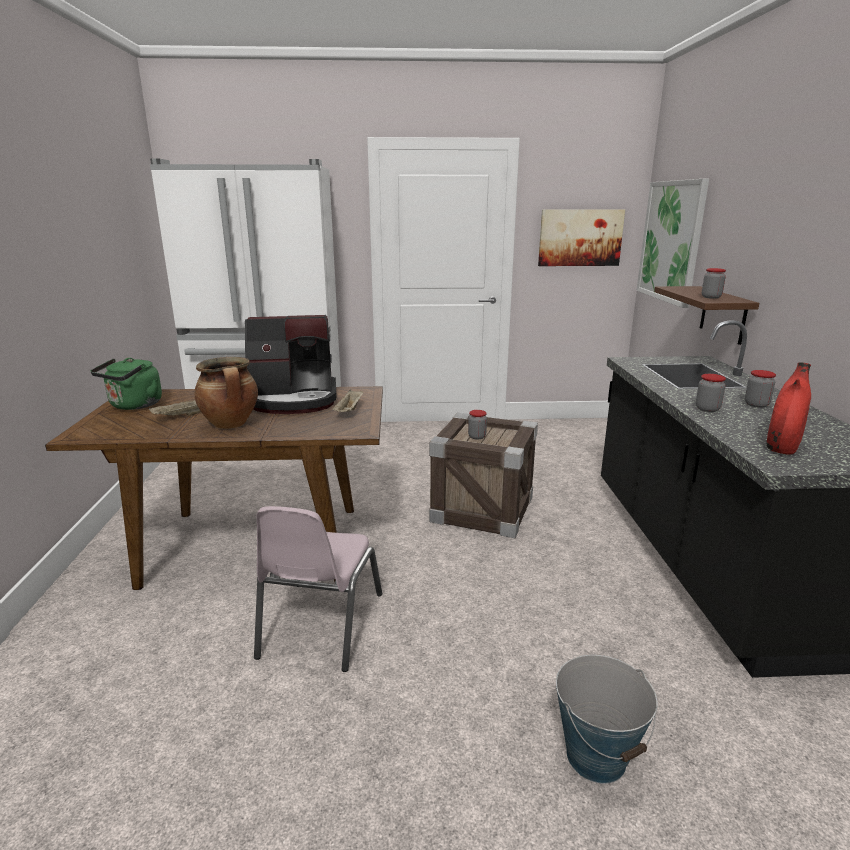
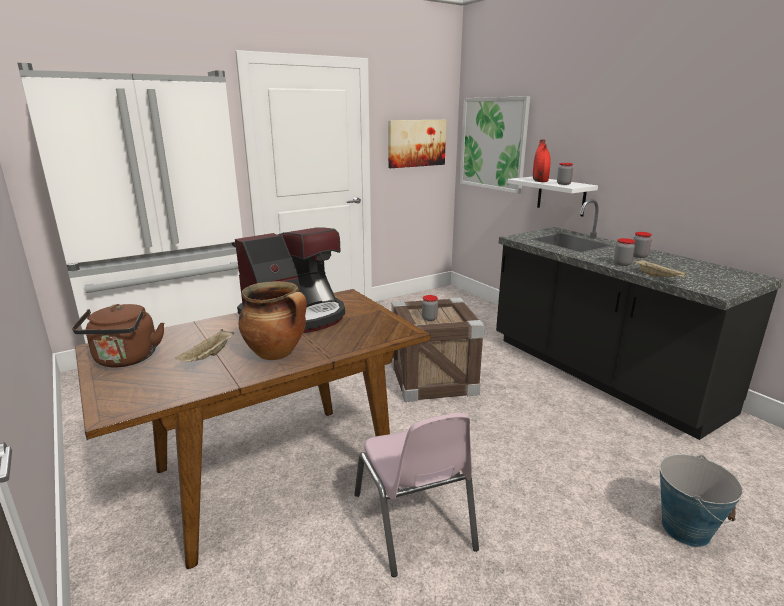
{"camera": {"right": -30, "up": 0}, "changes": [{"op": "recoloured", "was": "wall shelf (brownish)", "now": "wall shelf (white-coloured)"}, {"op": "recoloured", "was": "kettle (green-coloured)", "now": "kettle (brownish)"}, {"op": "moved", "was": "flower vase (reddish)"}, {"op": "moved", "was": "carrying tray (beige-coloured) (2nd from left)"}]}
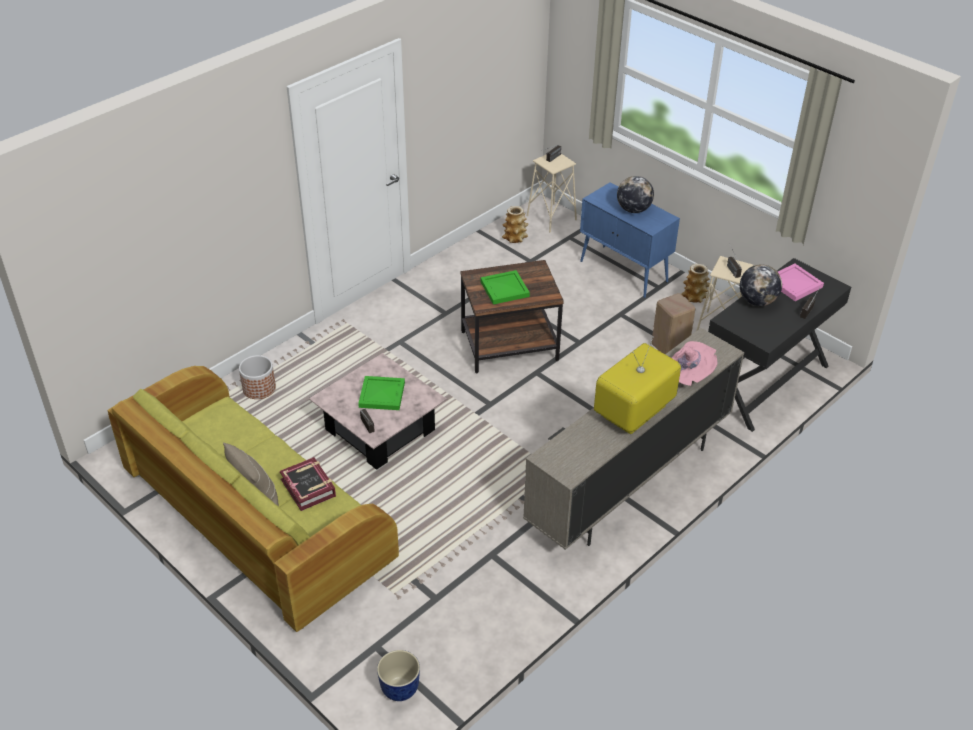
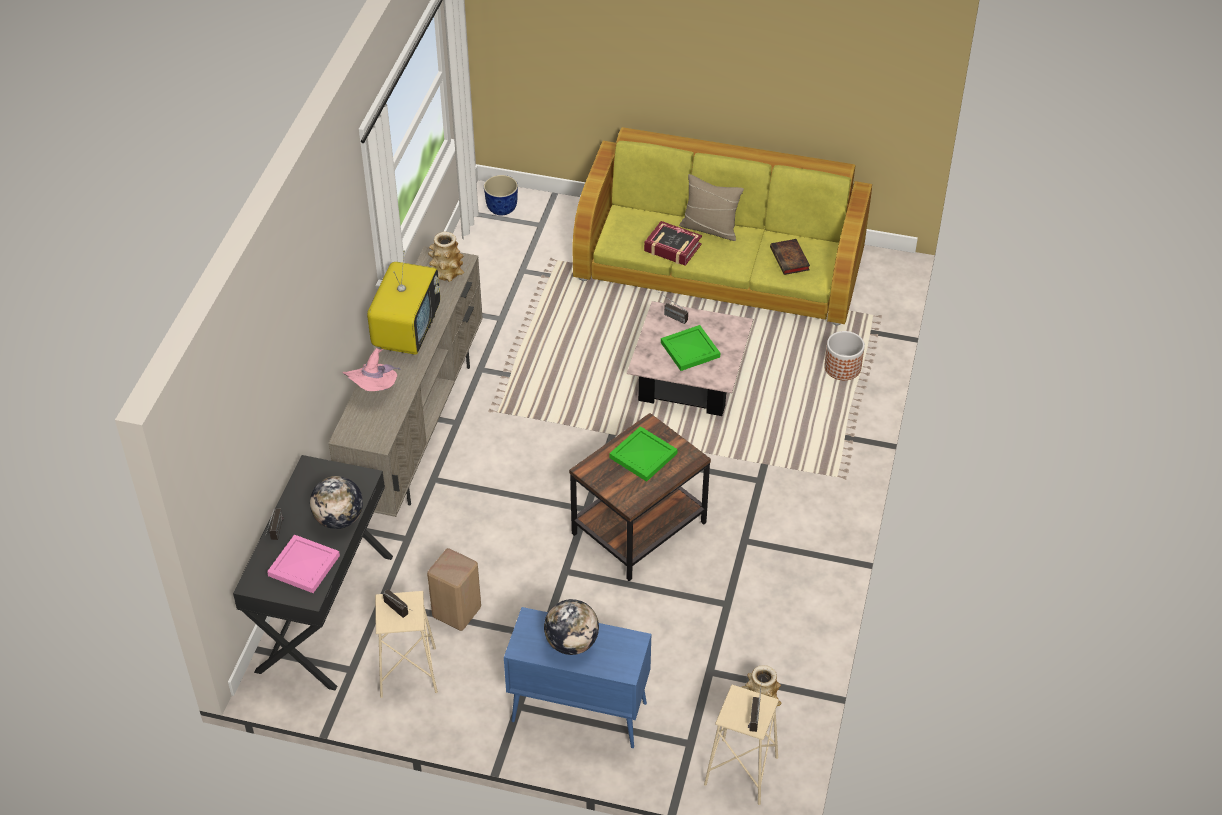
{"camera": {"right": 150, "up": 5}, "changes": [{"op": "moved", "was": "flower vase (2nd from left in the first image)", "now": "flower vase (1st from left)"}, {"op": "added", "now": "book (2nd from left)"}]}
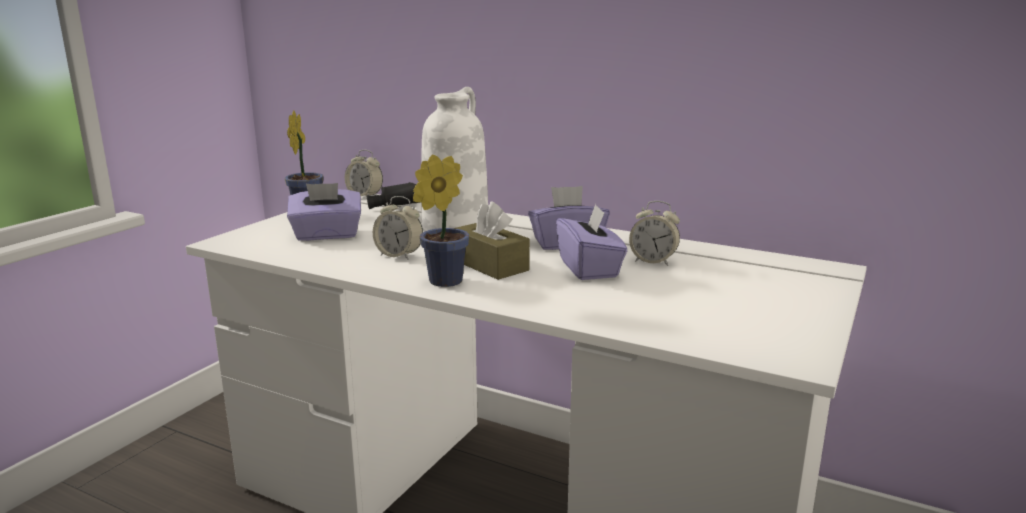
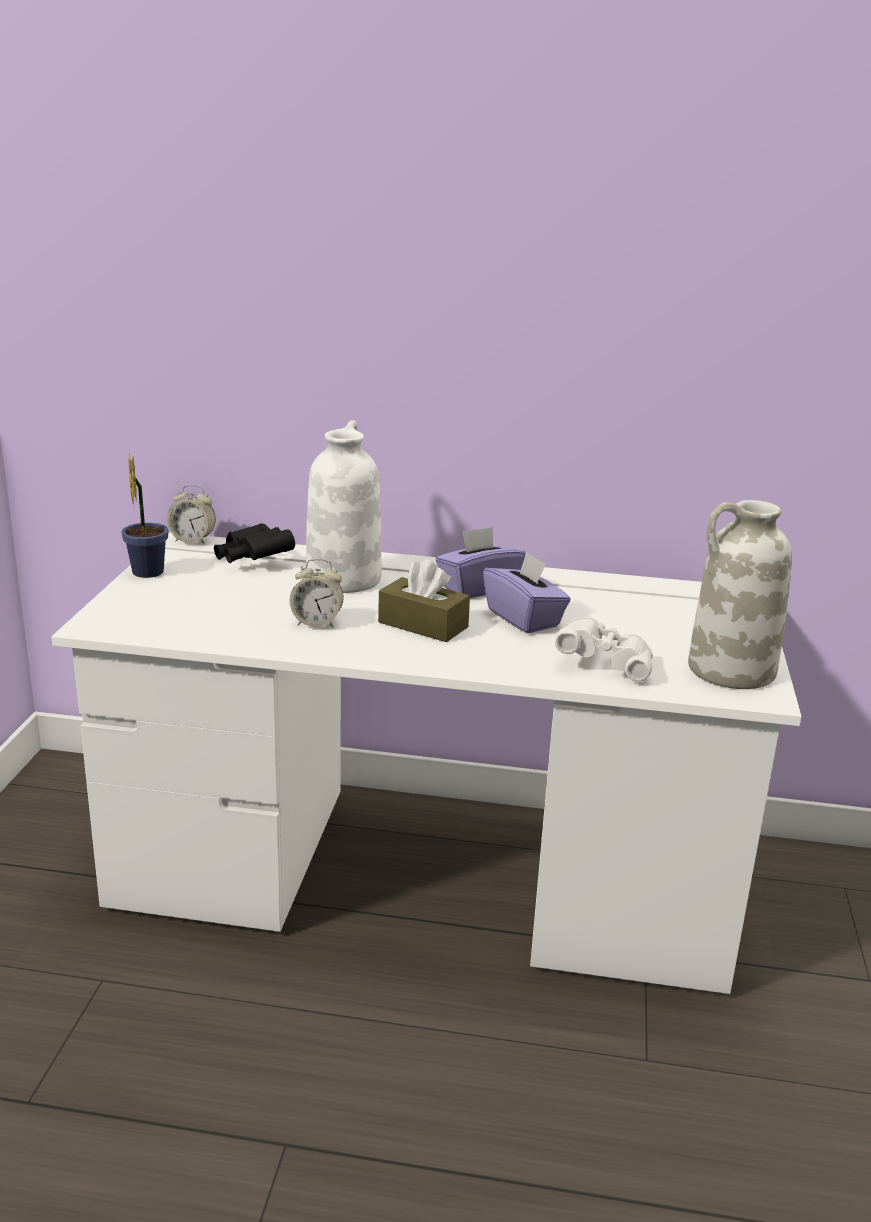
{"camera": {"right": -20, "up": 5}, "changes": [{"op": "removed", "was": "houseplant (2nd from left)"}, {"op": "removed", "was": "tissue box (purple) (1st from left)"}, {"op": "removed", "was": "table clock (3rd from left)"}, {"op": "added", "now": "flower vase (white-coloured) (2nd from left)"}, {"op": "added", "now": "binoculars (white-coloured)"}]}
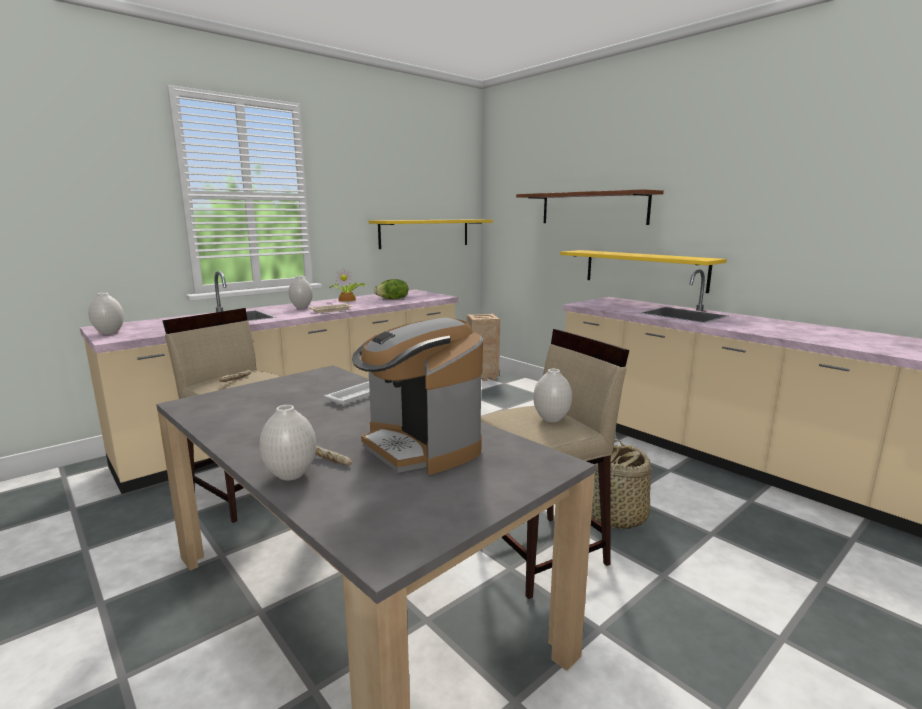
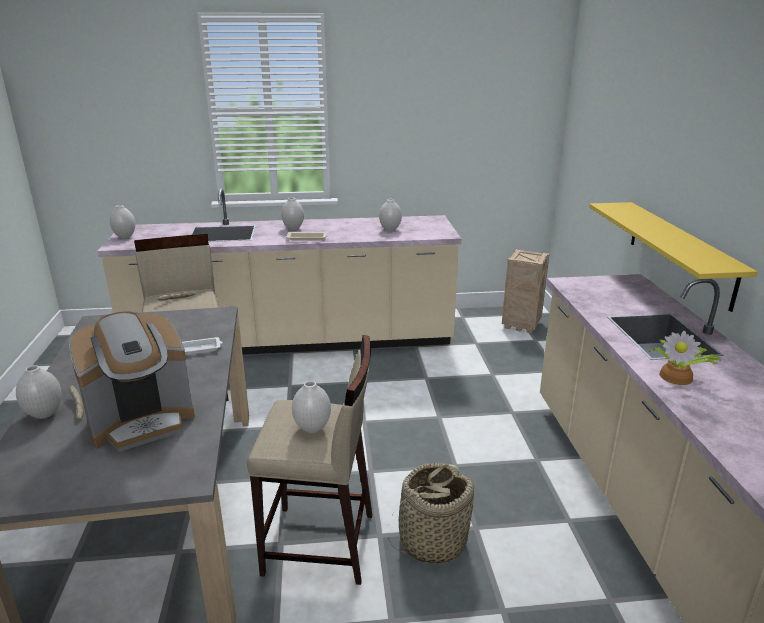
{"camera": {"right": 35, "up": 10}, "changes": [{"op": "removed", "was": "wall shelf (brownish)"}, {"op": "removed", "was": "wall shelf (yellow-coloured) (1st from left)"}, {"op": "moved", "was": "houseplant"}, {"op": "replaced", "was": "lettuce", "now": "flower vase (white-coloured) (5th from left)"}, {"op": "turned", "was": "coffee brewer", "clockwise": -120}]}
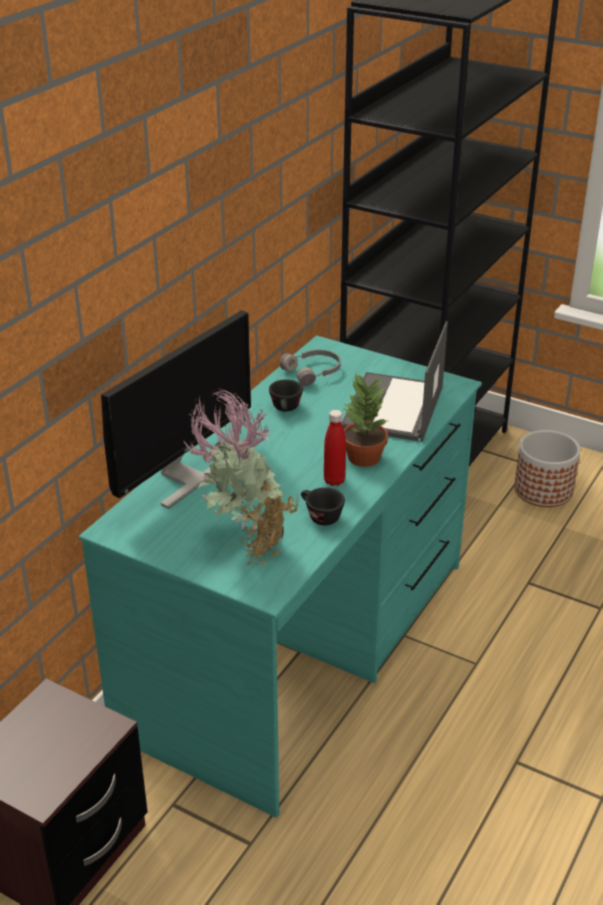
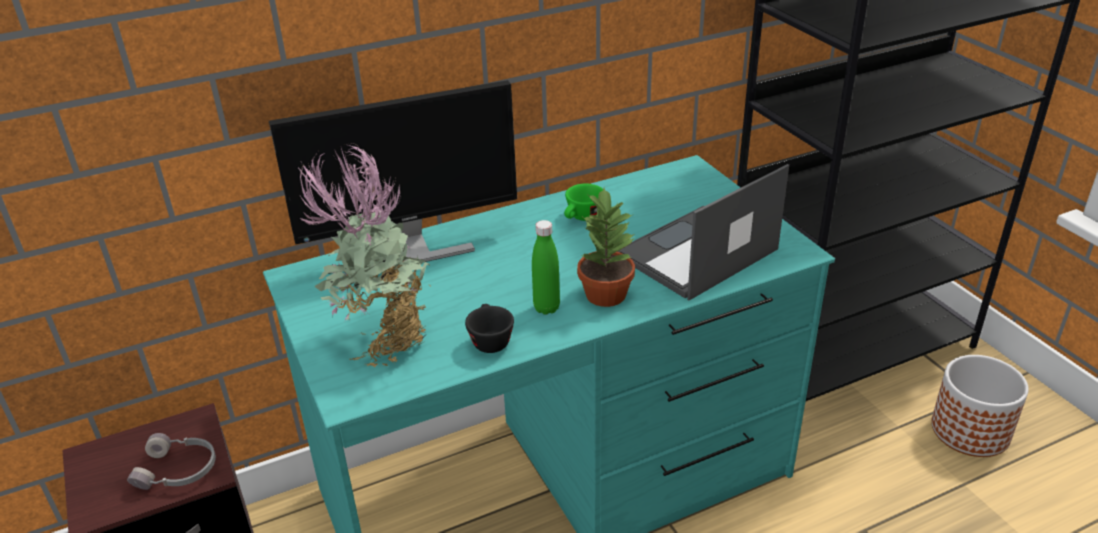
{"camera": {"right": 35, "up": 0}, "changes": [{"op": "moved", "was": "headset (greyish)"}, {"op": "recoloured", "was": "small cup (black-coloured) (1st from left)", "now": "small cup (green-coloured)"}, {"op": "recoloured", "was": "bottle (reddish)", "now": "bottle (green-coloured)"}]}
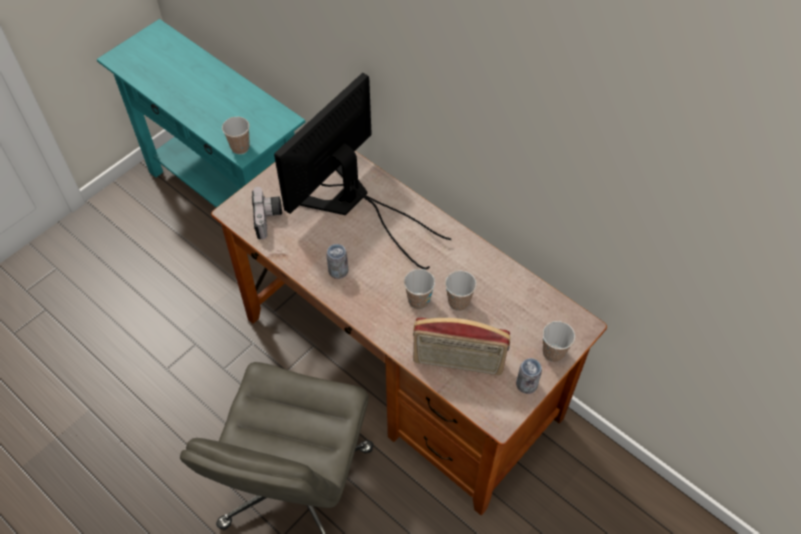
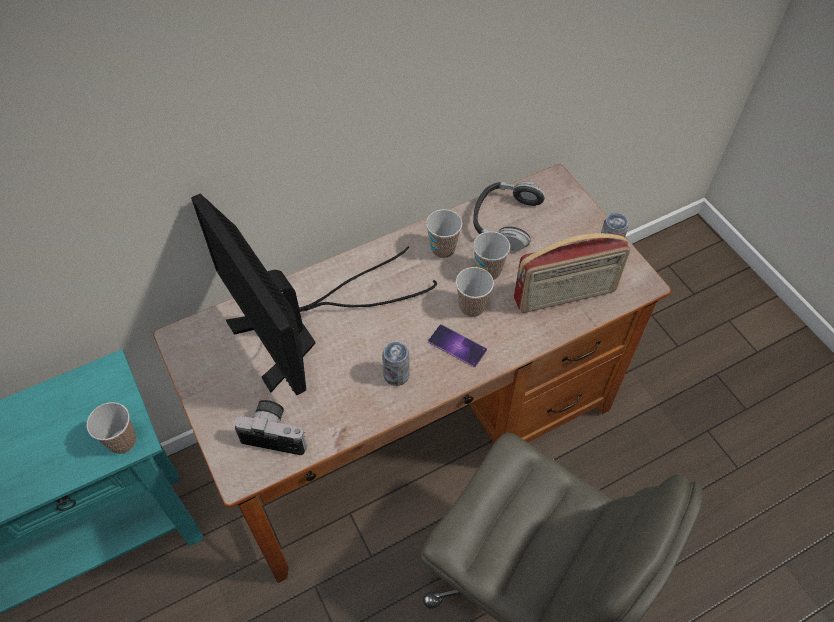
{"camera": {"right": -70, "up": 0}, "changes": [{"op": "turned", "was": "radio receiver", "clockwise": 45}, {"op": "moved", "was": "small cup (4th from left in the first image)", "now": "small cup (2nd from left)"}, {"op": "added", "now": "headset"}, {"op": "added", "now": "phone"}]}
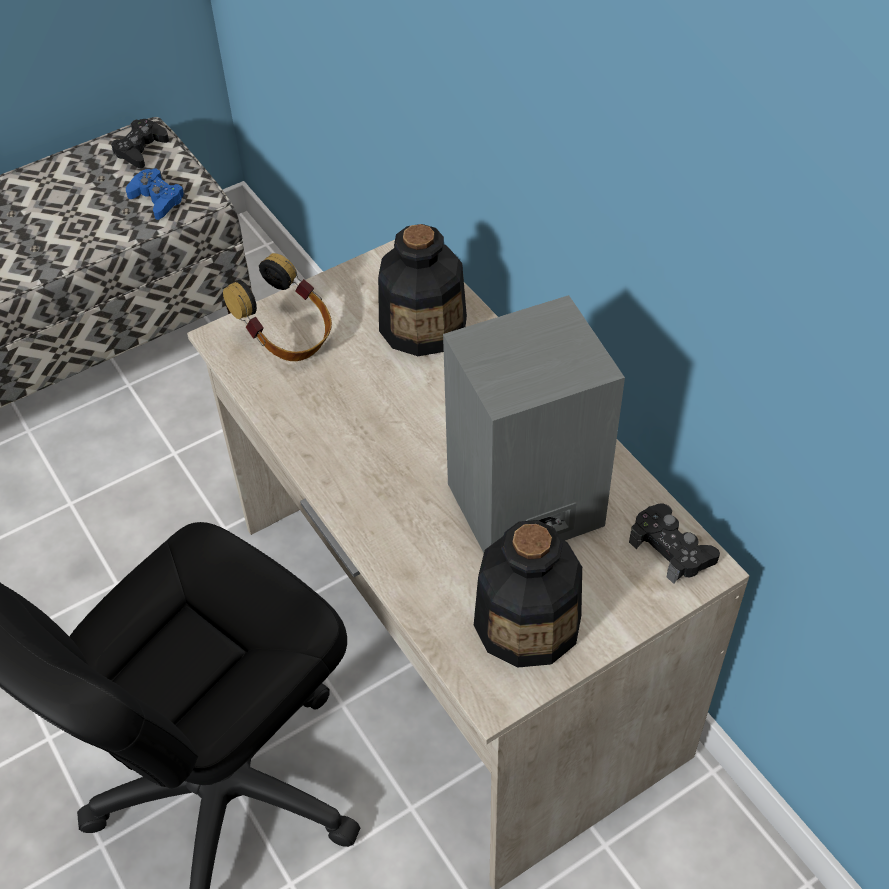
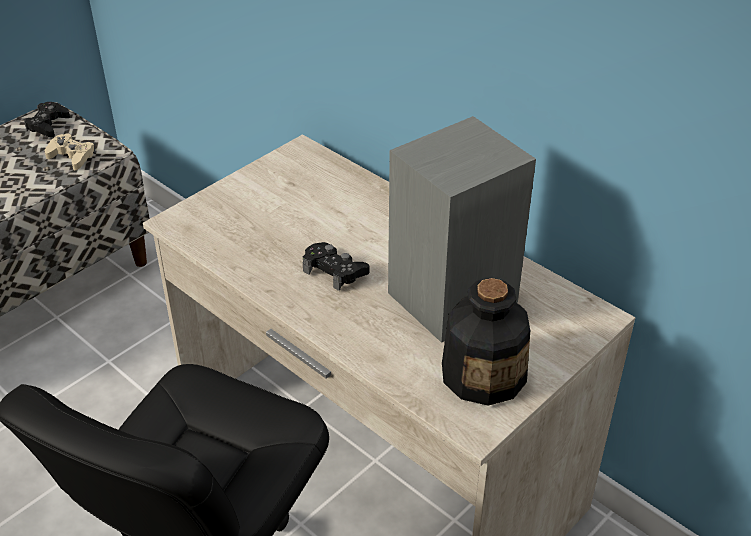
{"camera": {"right": -15, "up": -10}, "changes": [{"op": "recoloured", "was": "game controller (blue-coloured)", "now": "game controller (beige-coloured)"}, {"op": "removed", "was": "bottle (1st from left)"}, {"op": "removed", "was": "headset"}, {"op": "moved", "was": "game controller (black-coloured) (2nd from left)"}]}
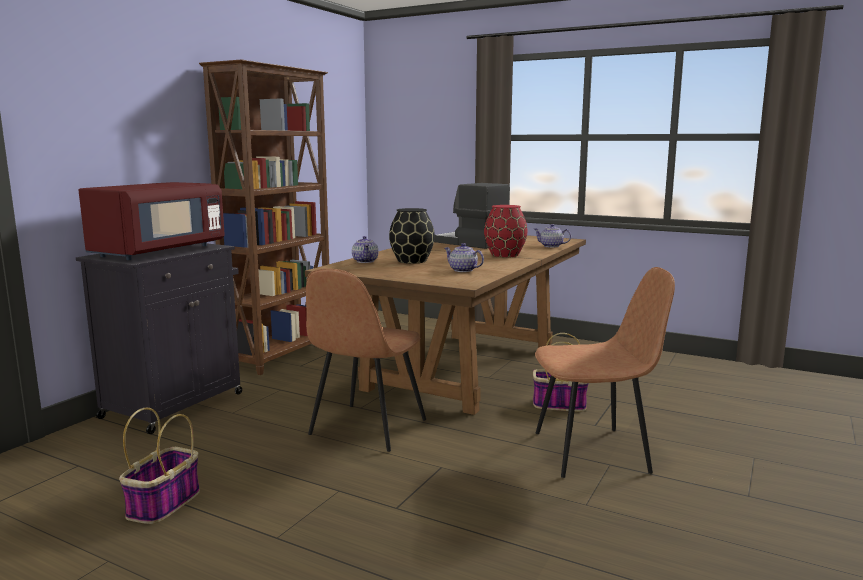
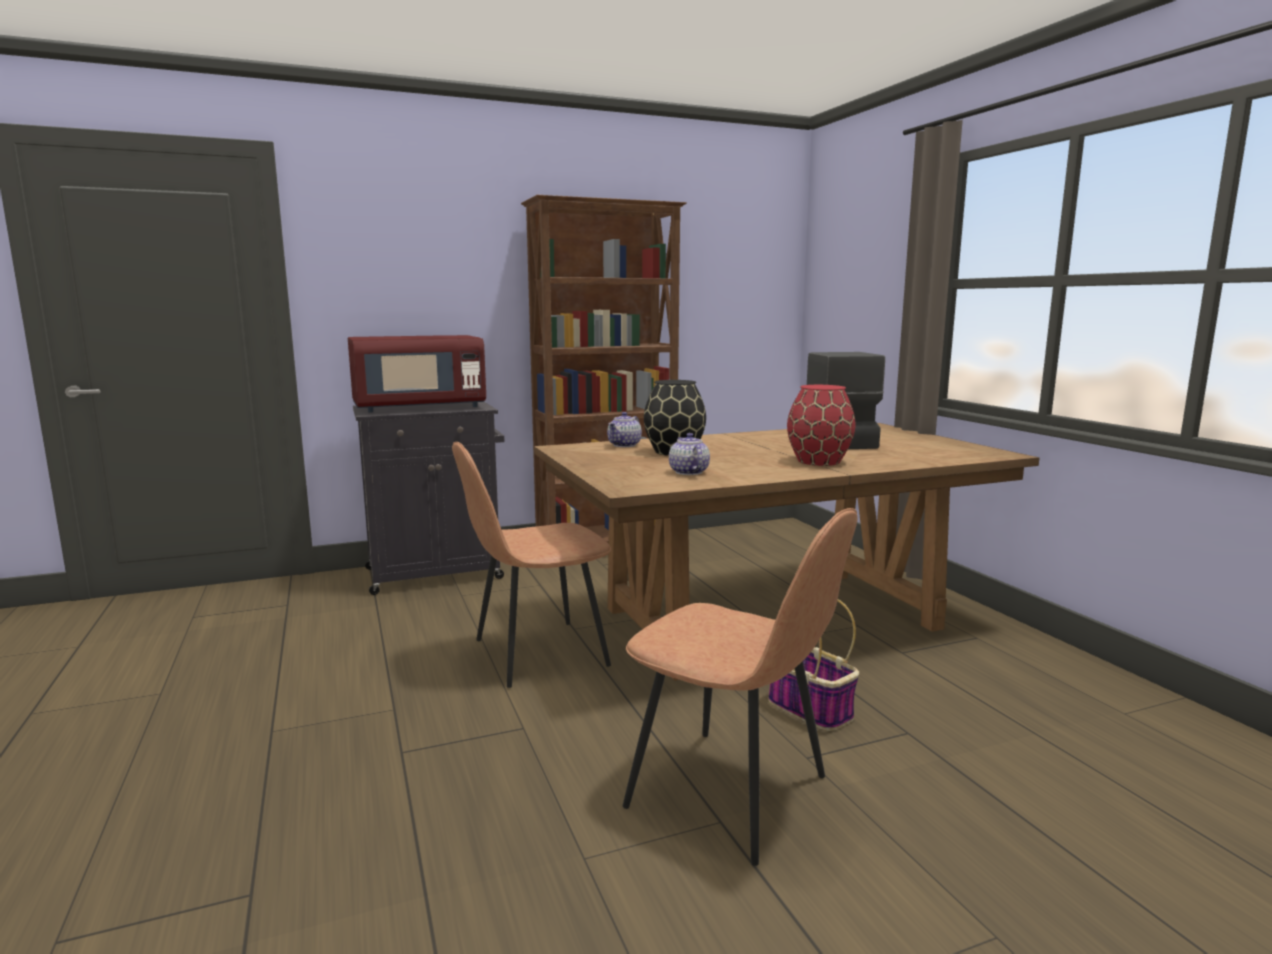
{"camera": {"right": 40, "up": 0}, "changes": [{"op": "removed", "was": "tea pot (3rd from left)"}, {"op": "removed", "was": "storage basket (1st from left)"}]}
